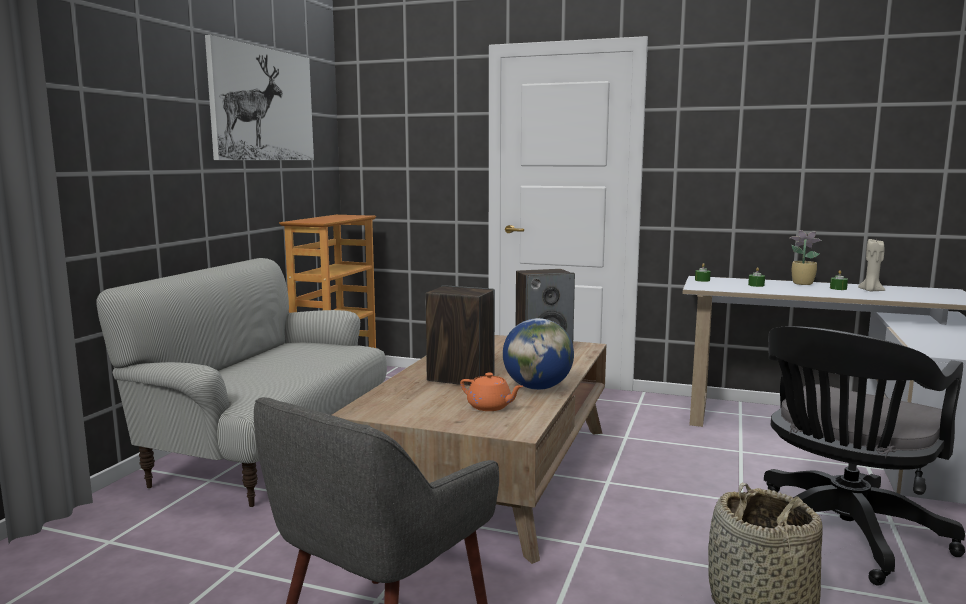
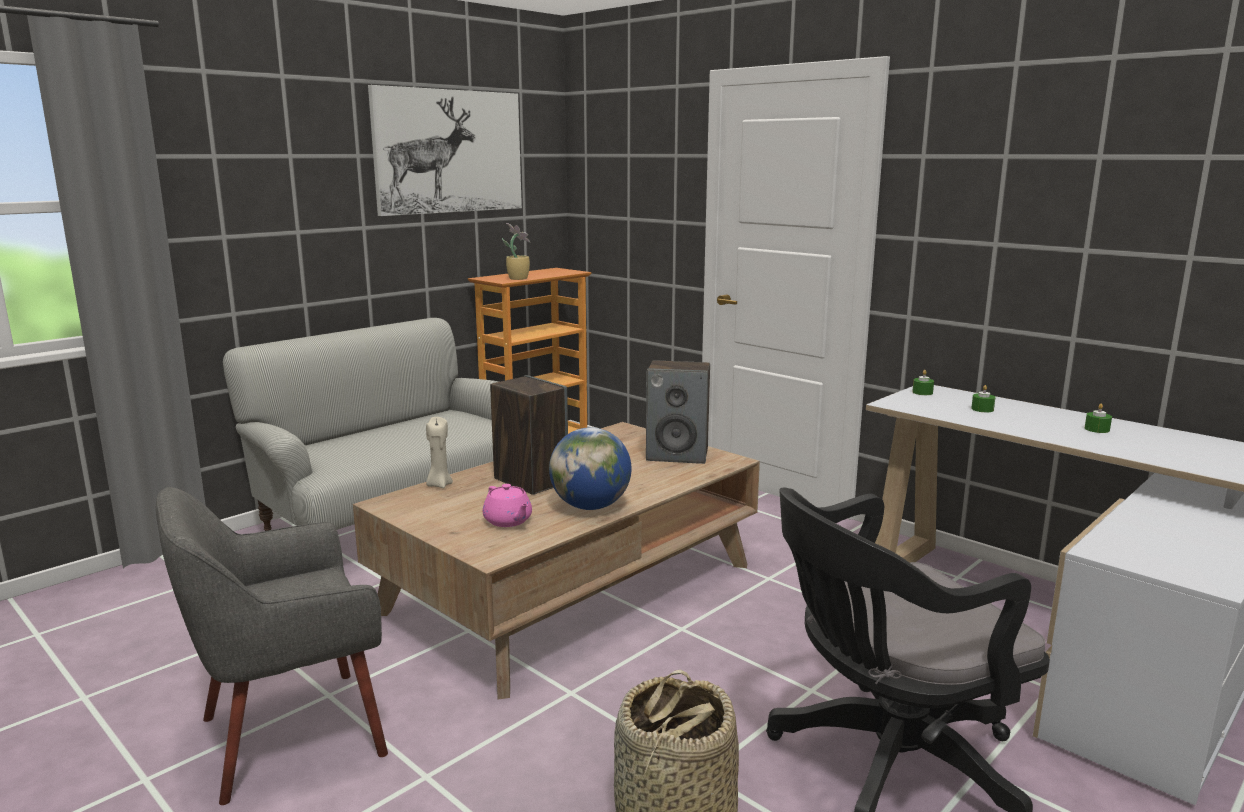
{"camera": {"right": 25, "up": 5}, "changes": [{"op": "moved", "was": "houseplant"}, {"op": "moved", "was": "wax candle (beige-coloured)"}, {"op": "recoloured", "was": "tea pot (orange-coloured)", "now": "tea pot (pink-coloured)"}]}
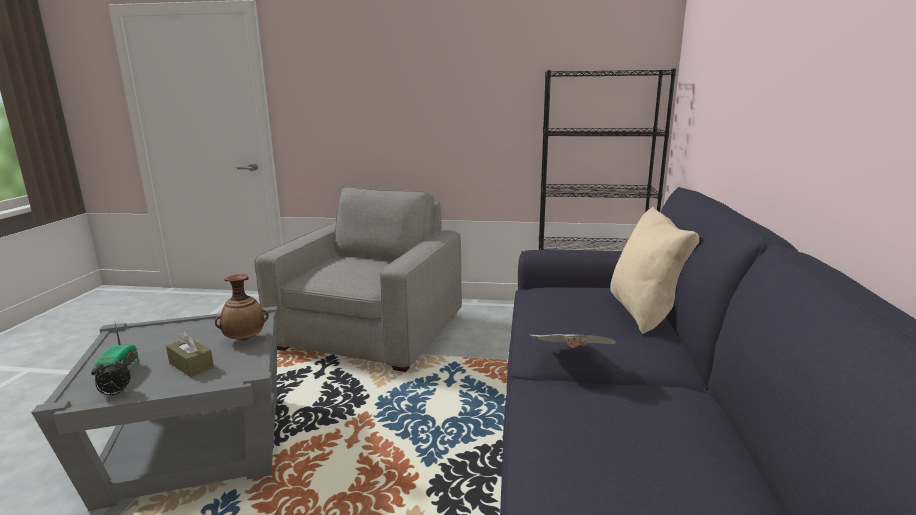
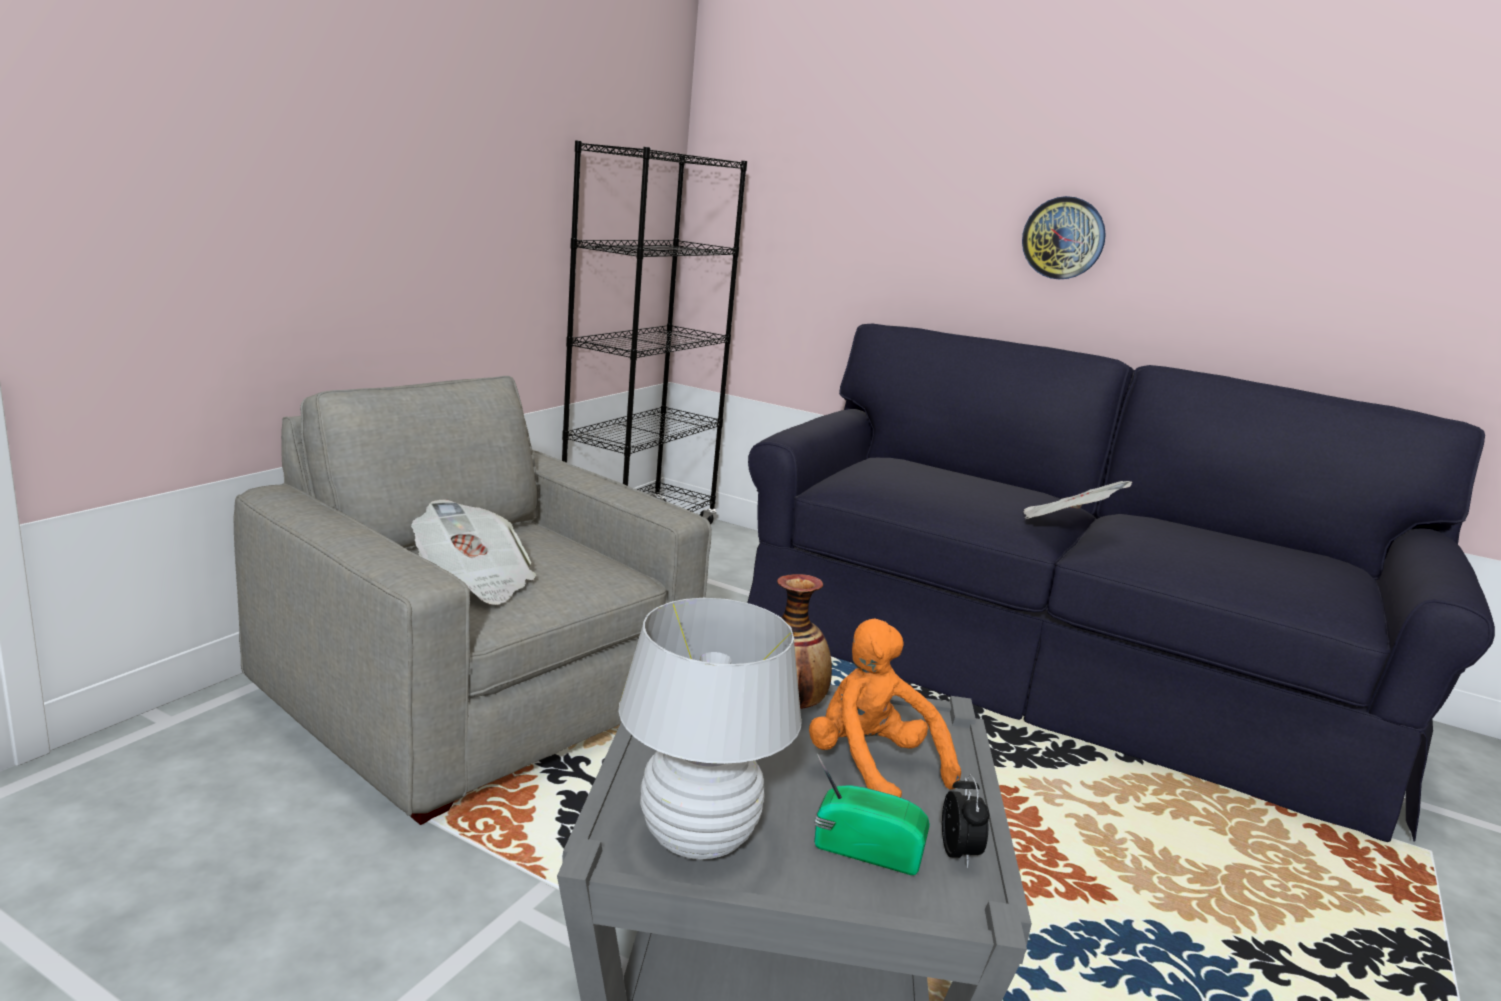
{"camera": {"right": -70, "up": 0}, "changes": [{"op": "removed", "was": "throw pillow (beige-coloured)"}, {"op": "replaced", "was": "tissue box (brownish)", "now": "plush toy (orange-coloured)"}, {"op": "added", "now": "clock on the wall"}, {"op": "added", "now": "printed paper (1st from left)"}, {"op": "added", "now": "table lamp (white-coloured)"}]}
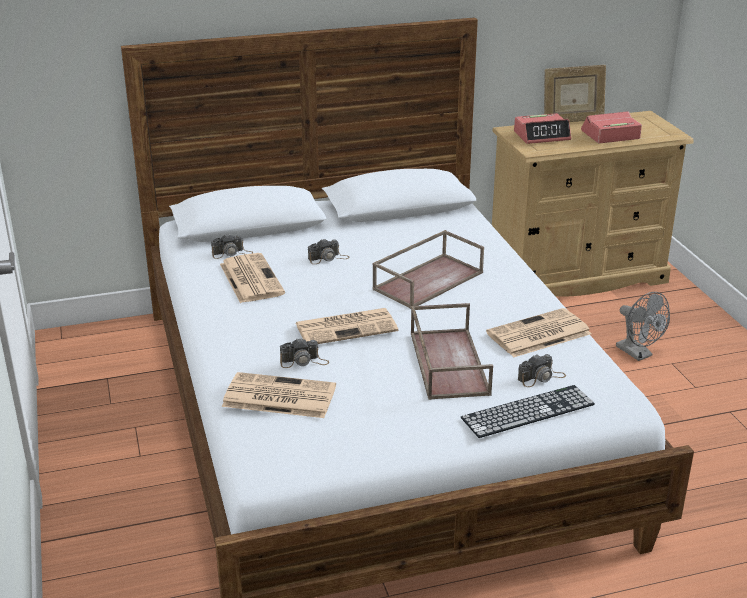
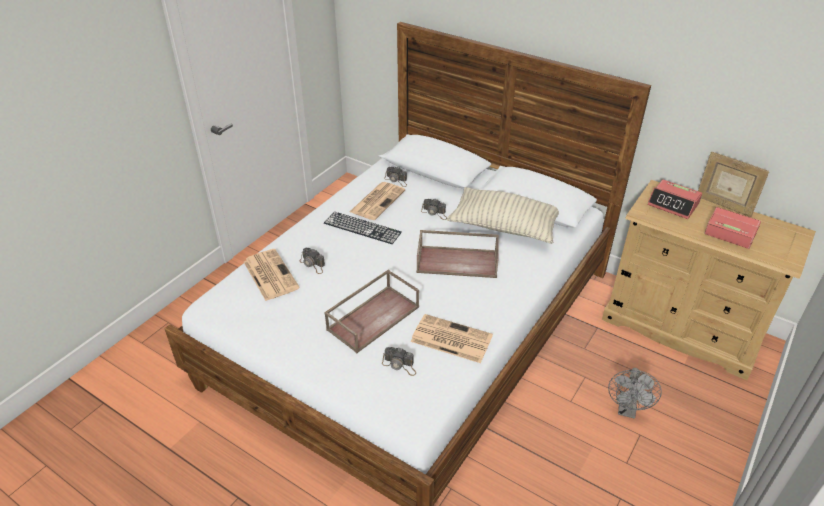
{"camera": {"right": 50, "up": 10}, "changes": [{"op": "removed", "was": "printed paper (3rd from left)"}, {"op": "moved", "was": "computer keyboard"}, {"op": "added", "now": "throw pillow"}]}
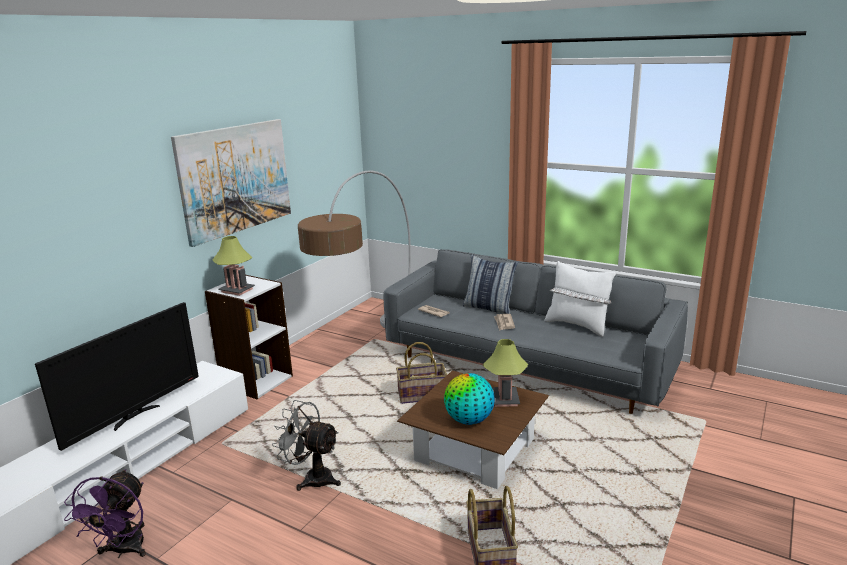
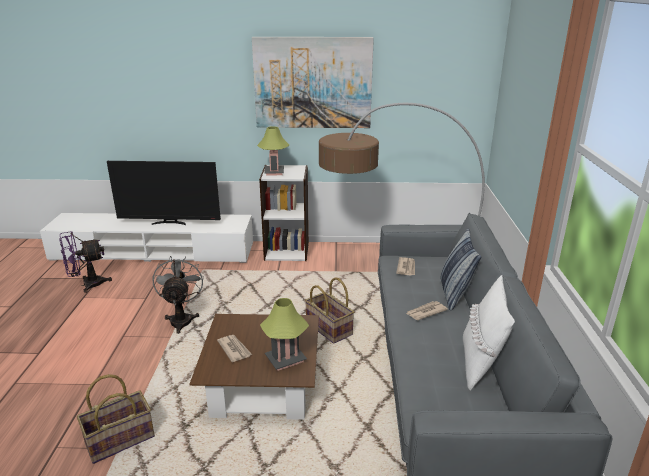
{"camera": {"right": 60, "up": 5}, "changes": [{"op": "replaced", "was": "world globe", "now": "printed paper (1st from left)"}]}
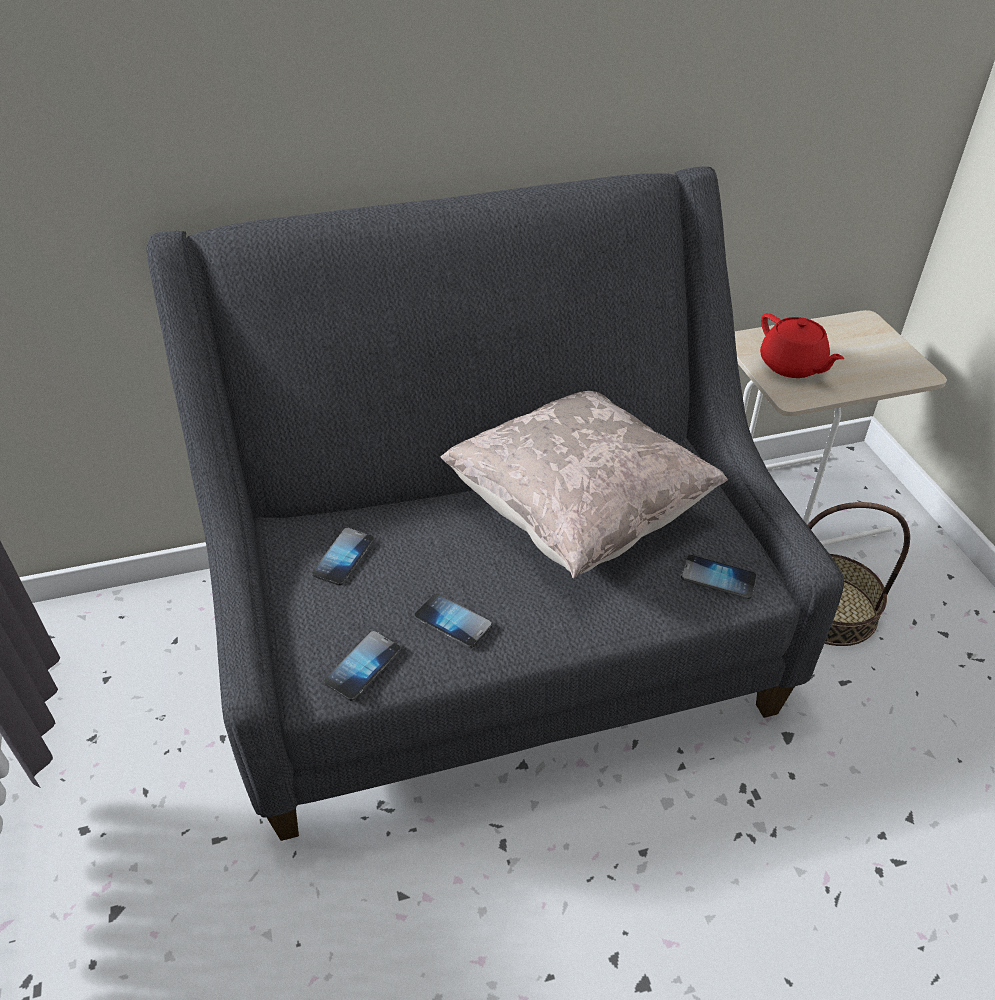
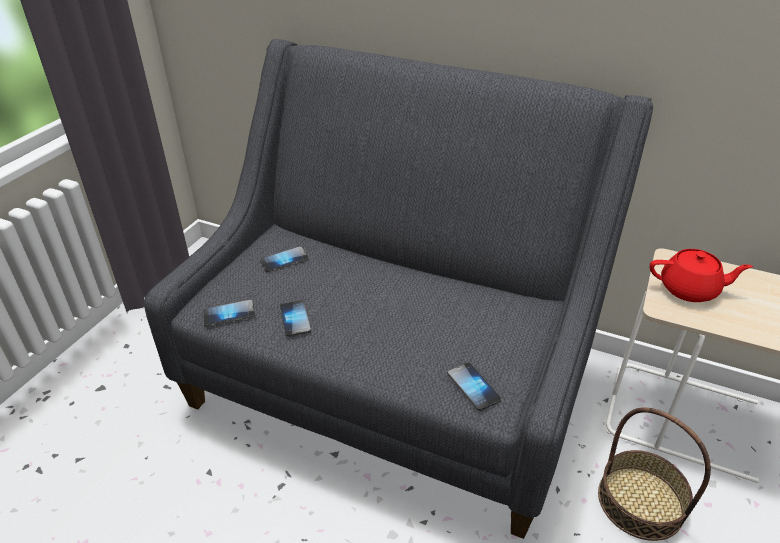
{"camera": {"right": 40, "up": -5}, "changes": [{"op": "turned", "was": "tea pot (reddish)", "clockwise": -90}, {"op": "removed", "was": "throw pillow (beige-coloured)"}]}
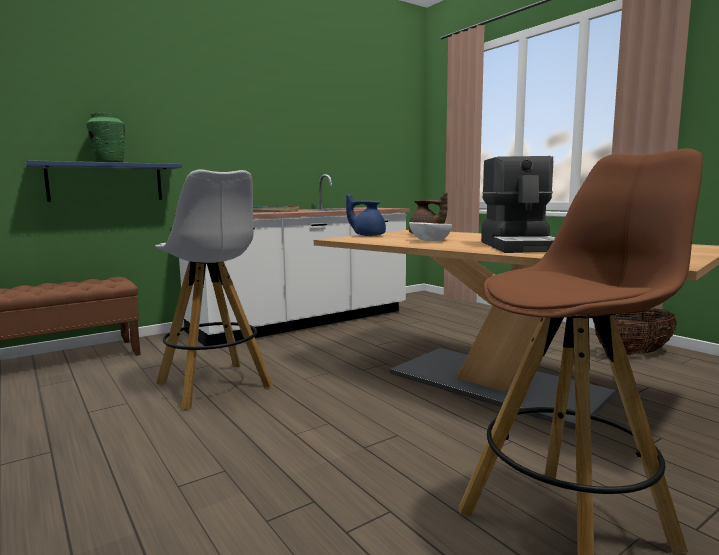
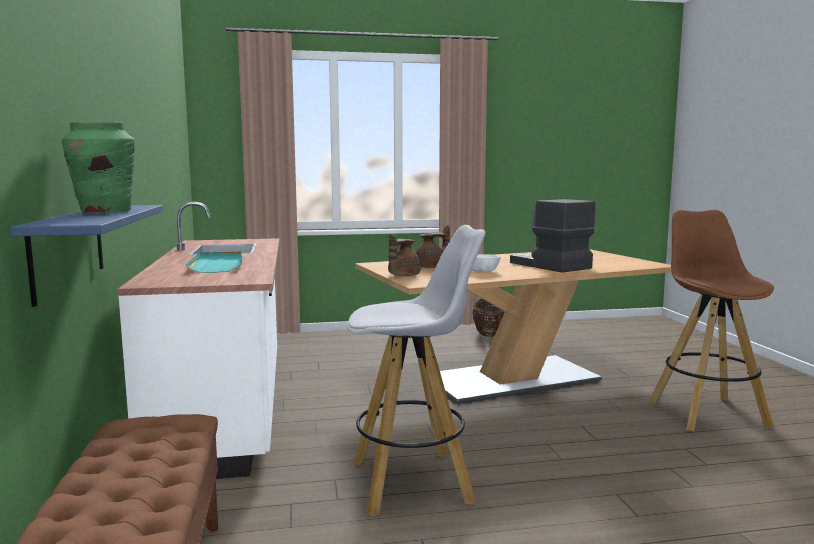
{"camera": {"right": -65, "up": 0}, "changes": [{"op": "turned", "was": "coffee brewer", "clockwise": -150}, {"op": "recoloured", "was": "tea pot (blue-coloured)", "now": "tea pot (brownish) (1st from left)"}]}
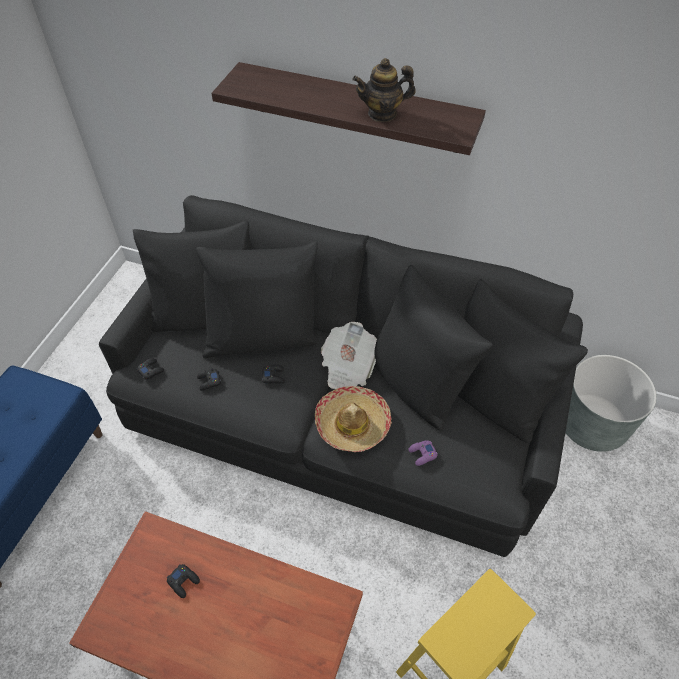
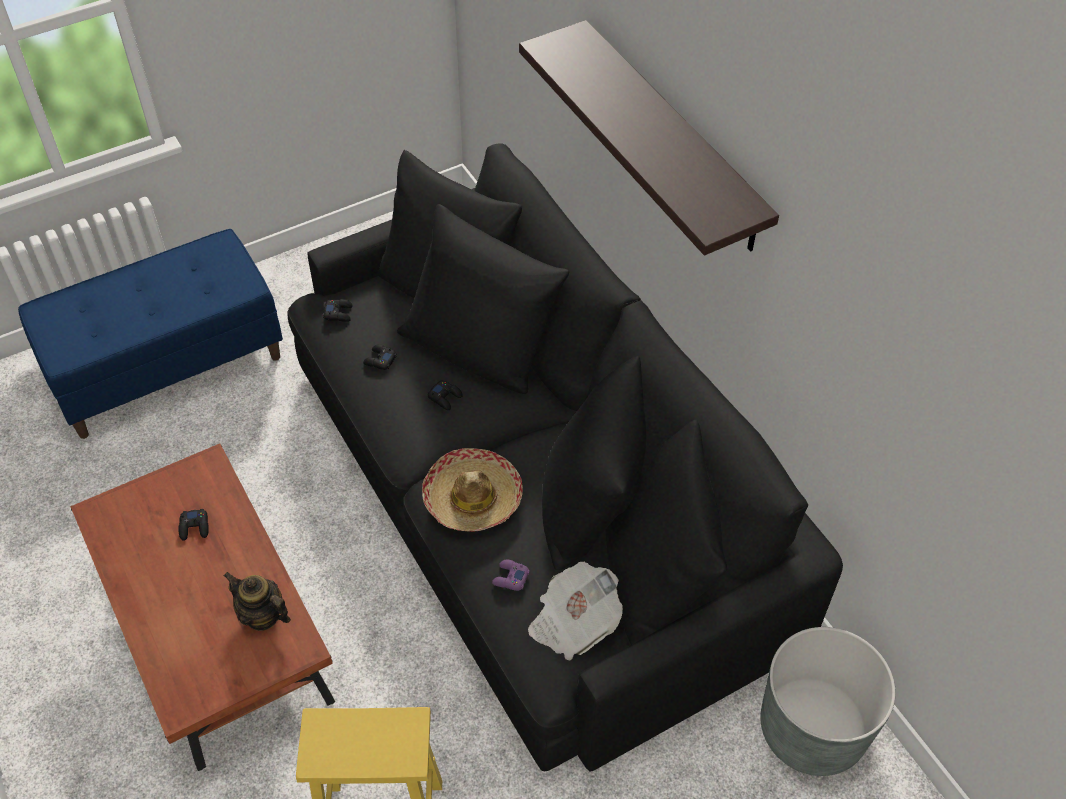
{"camera": {"right": 40, "up": 0}, "changes": [{"op": "moved", "was": "tea pot"}, {"op": "moved", "was": "printed paper"}]}
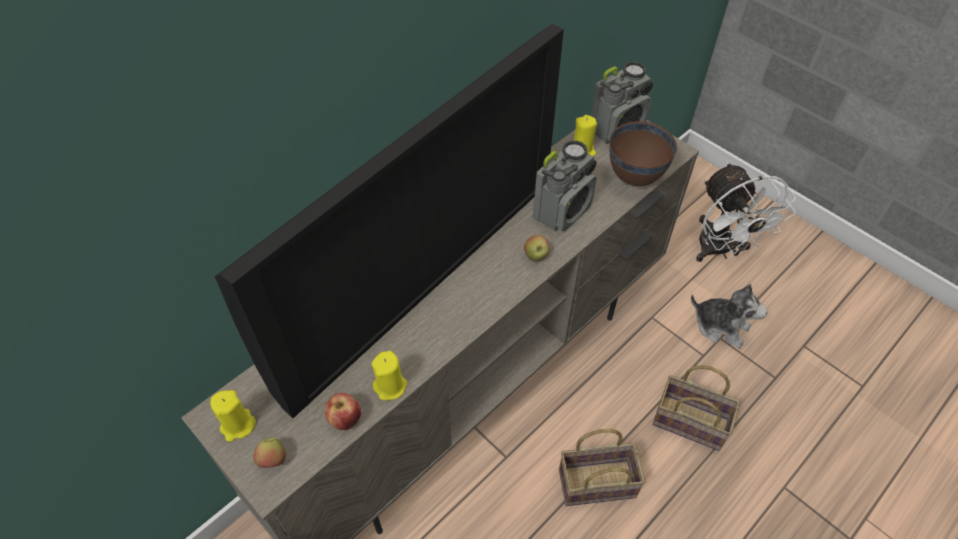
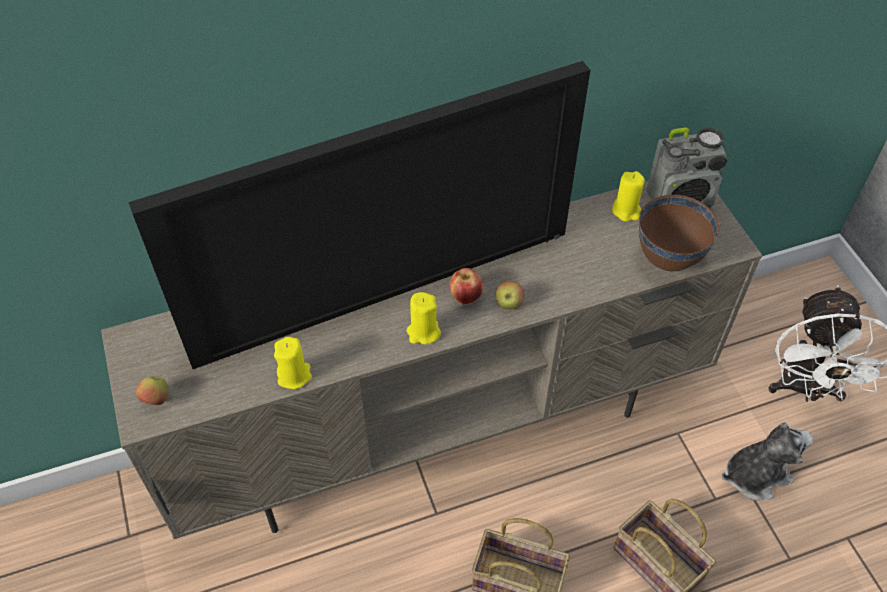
{"camera": {"right": 25, "up": 0}, "changes": [{"op": "removed", "was": "radio receiver (1st from left)"}, {"op": "turned", "was": "plush toy", "clockwise": -75}, {"op": "moved", "was": "wax candle (yellow-coloured) (1st from left in the first image)", "now": "wax candle (yellow-coloured) (2nd from left)"}, {"op": "moved", "was": "apple fruit (2nd from left)"}]}
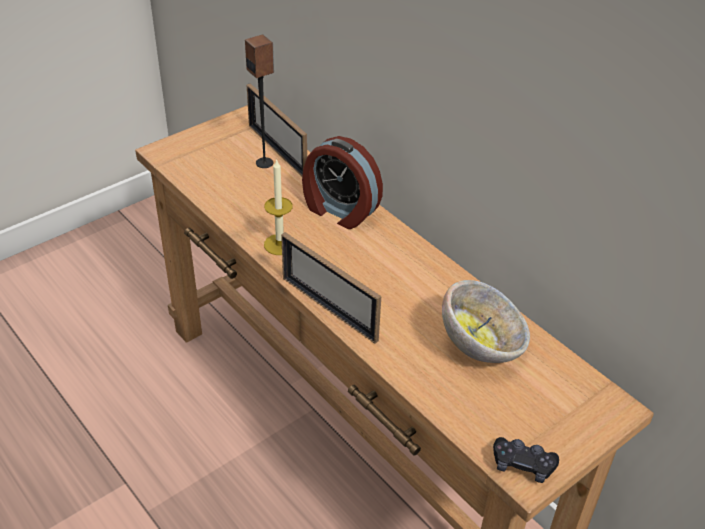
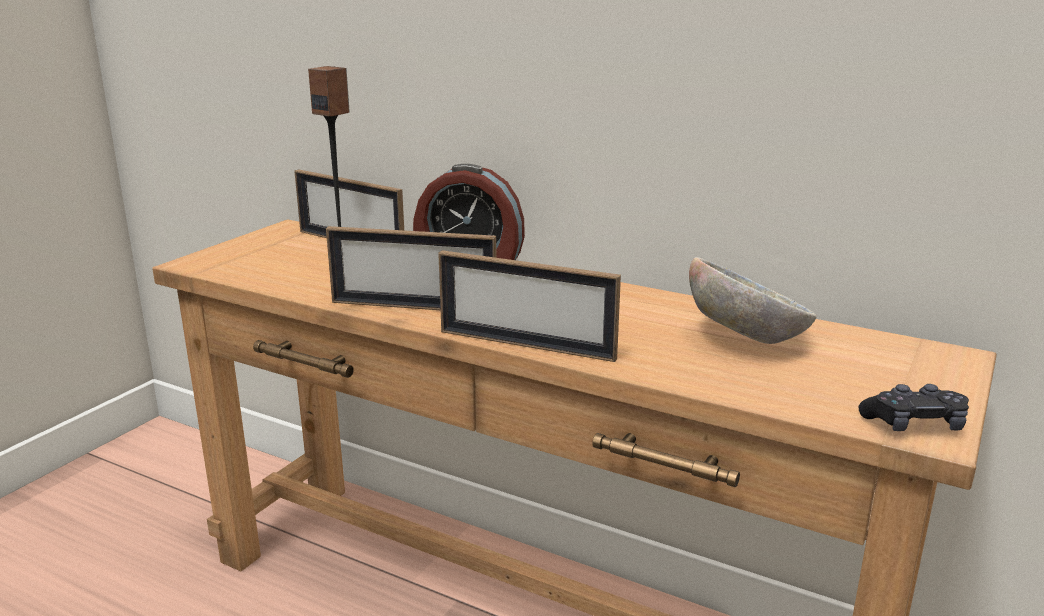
{"camera": {"right": -20, "up": -20}, "changes": [{"op": "replaced", "was": "wax candle", "now": "photo frame (2nd from left)"}]}
